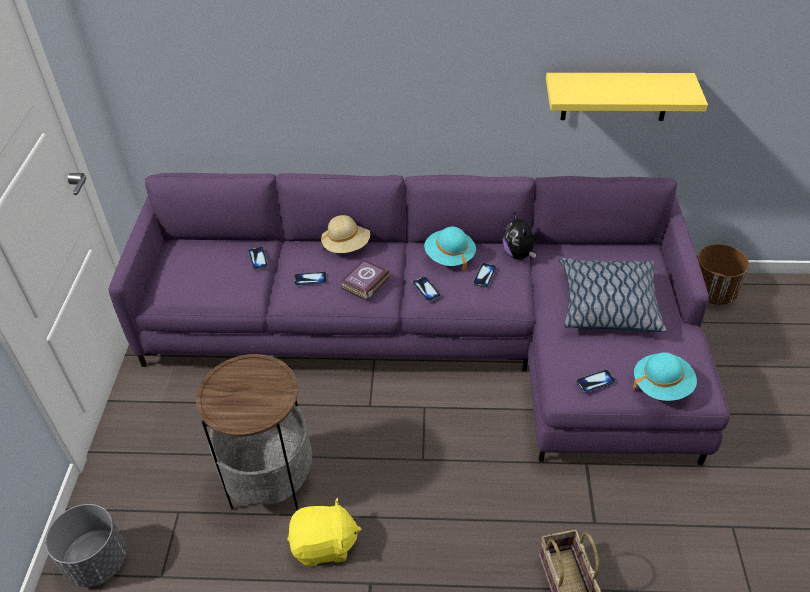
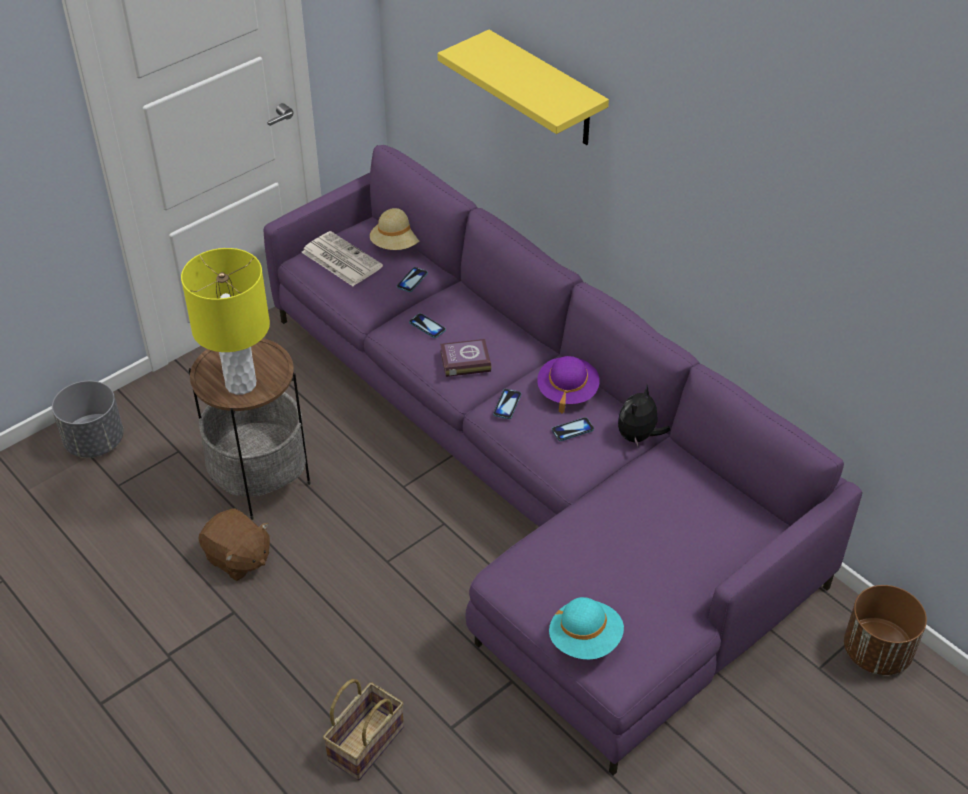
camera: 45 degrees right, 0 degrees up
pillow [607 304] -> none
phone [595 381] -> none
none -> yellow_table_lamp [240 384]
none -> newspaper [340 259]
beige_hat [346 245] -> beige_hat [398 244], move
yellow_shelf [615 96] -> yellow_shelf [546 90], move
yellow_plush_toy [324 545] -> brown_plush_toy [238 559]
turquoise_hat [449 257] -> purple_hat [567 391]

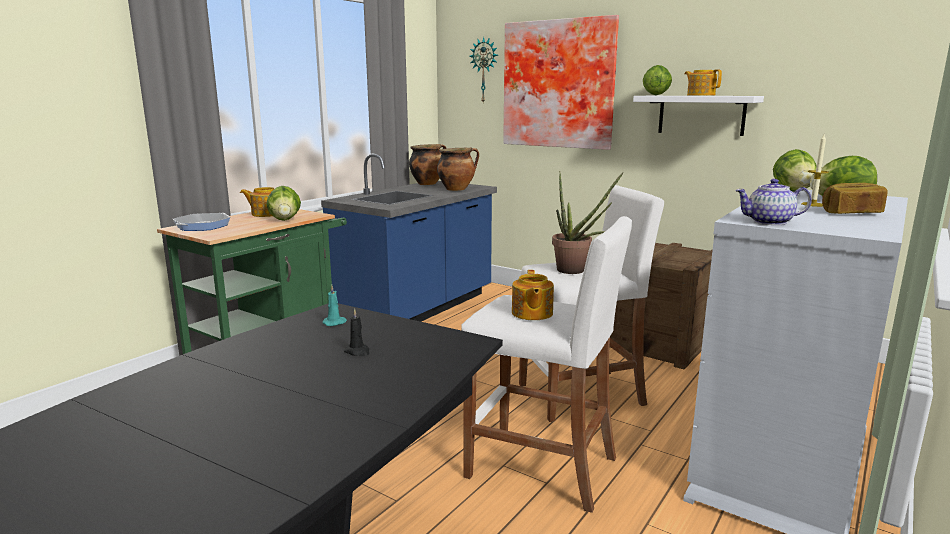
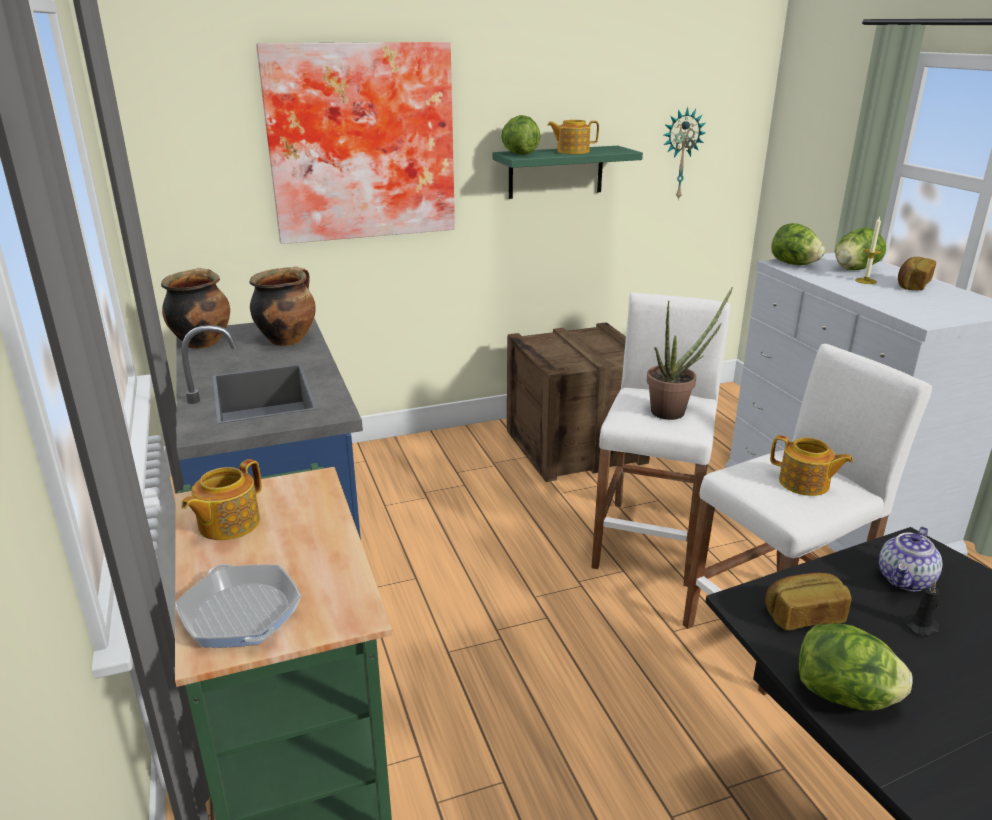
camera: 55 degrees left, 10 degrees up
lettuce [285 220] -> lettuce [844 697], move
wall_clock [484 70] -> wall_clock [680 154], move
teapot [769 222] -> teapot [906 580], move
turquoise_candle [335 322] -> bread [803 615]
white_shelf [701 115] -> green_shelf [556 172]

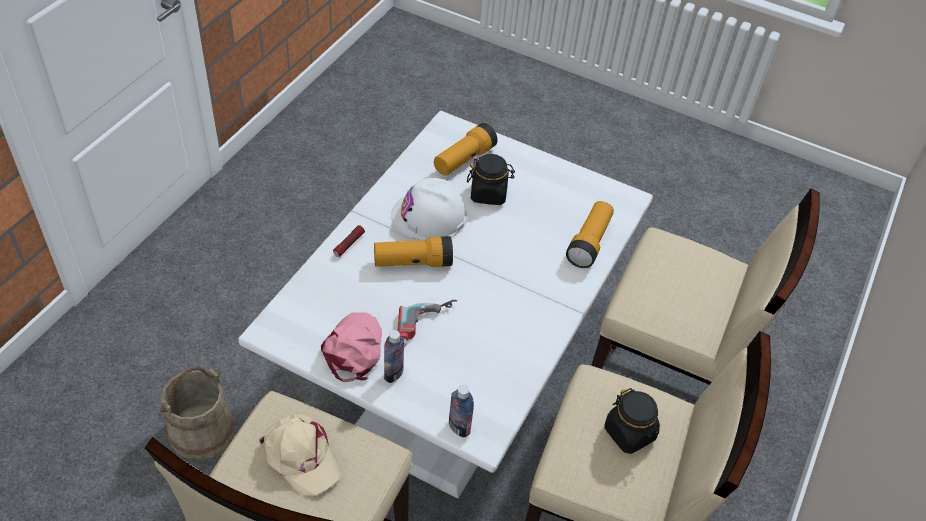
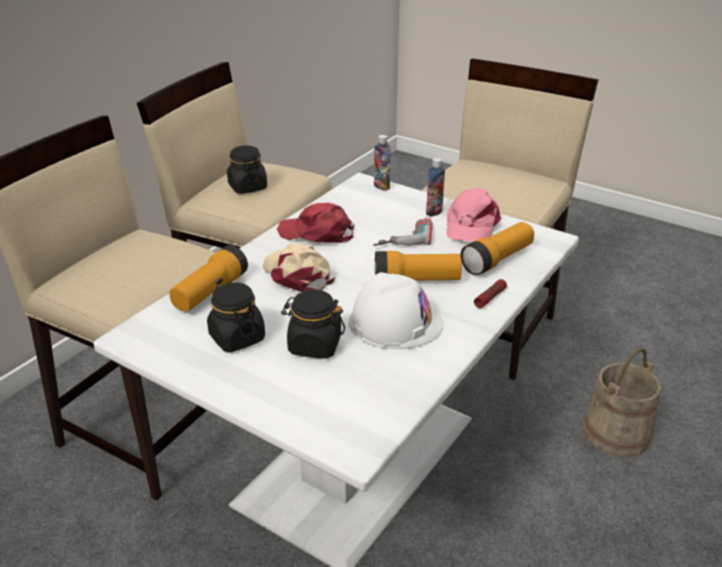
camera: 170 degrees left, 15 degrees down
none -> black_jar [237 337]
none -> red_cap [317 233]
beige_cap [300 456] -> beige_cap [297 274], move
flashlight [464 159] -> flashlight [497 260], move

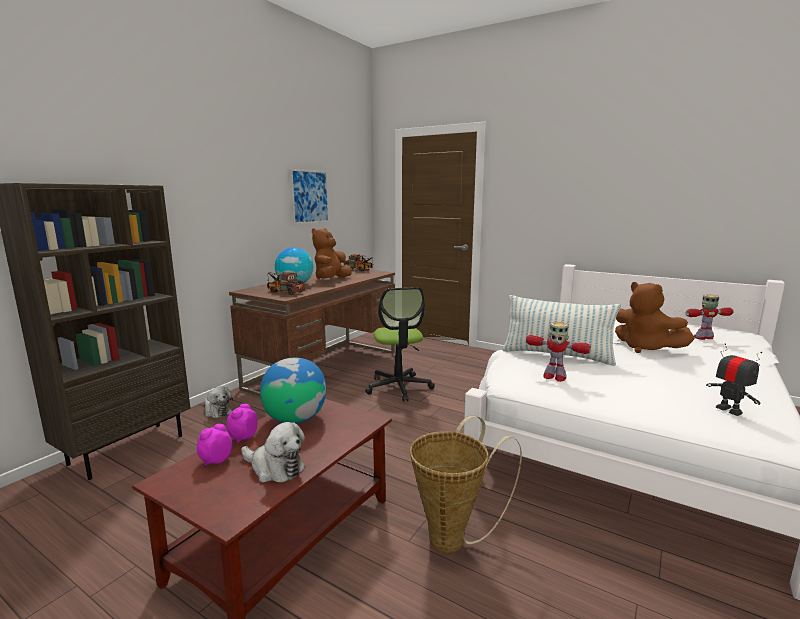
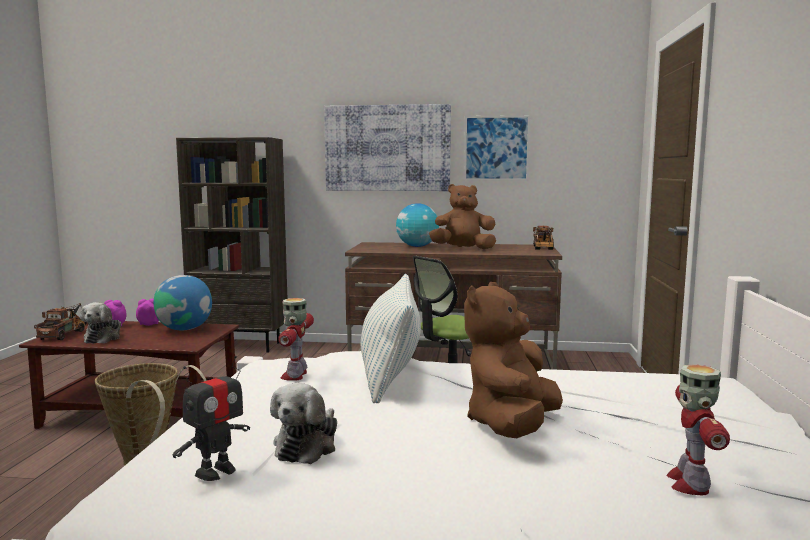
camera: 65 degrees right, 5 degrees down
none -> picture [388 148]
plush_toy [217 411] -> plush_toy [307 445], move
toy_truck [284 292] -> toy_truck [65 334], move
toy_robot [703 338] -> toy_robot [689 483], 135 degrees counterclockwise

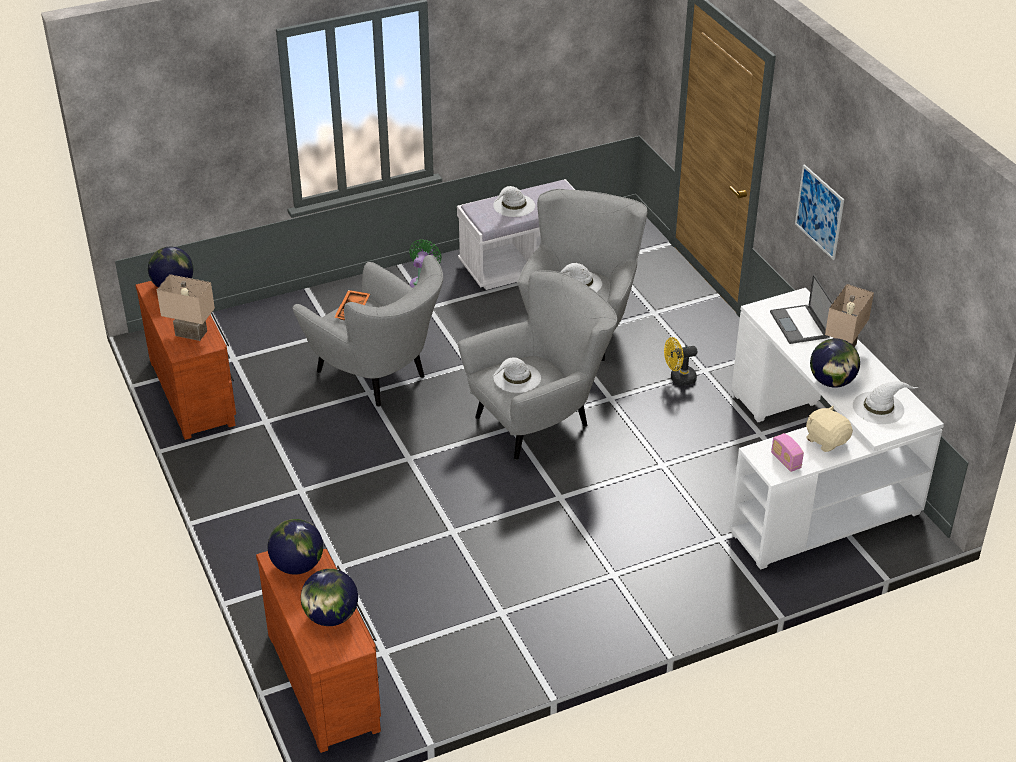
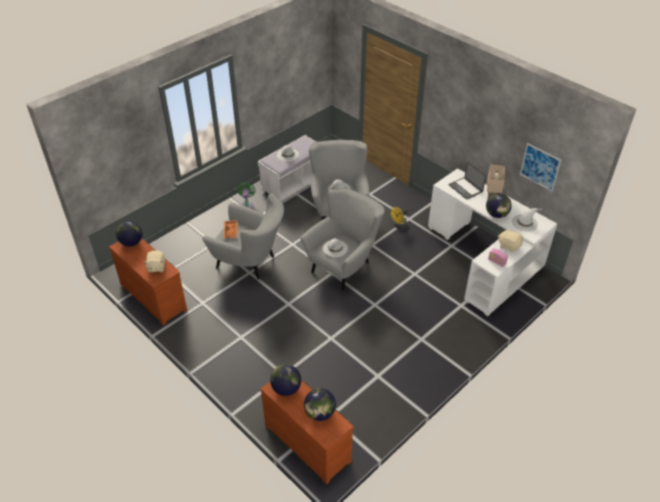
camera: 20 degrees left, 5 degrees up
picture [819 211] -> picture [540 167], move
beige_table_lamp [192 332] -> beige_plush_toy [156 267]

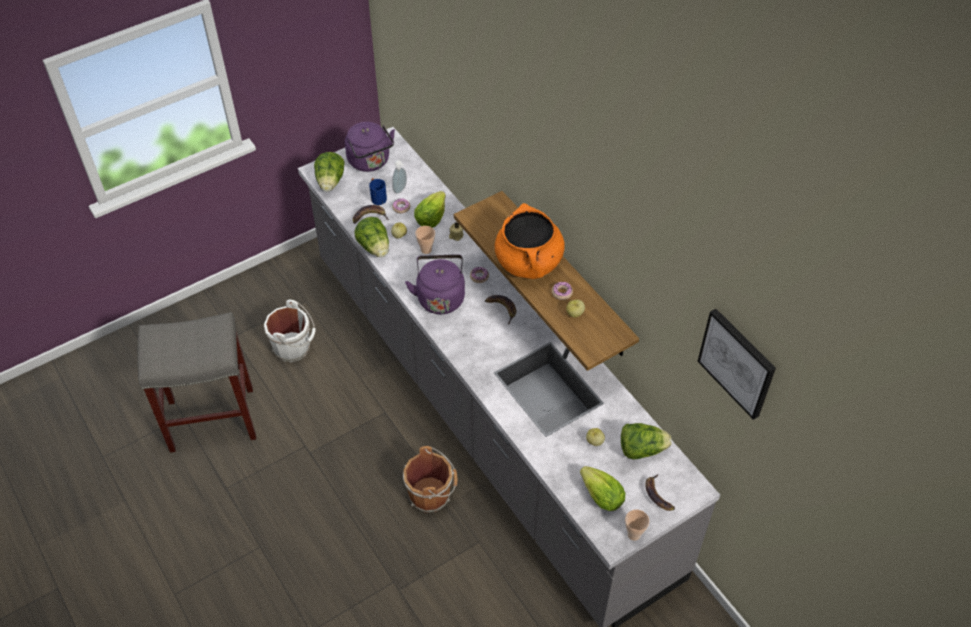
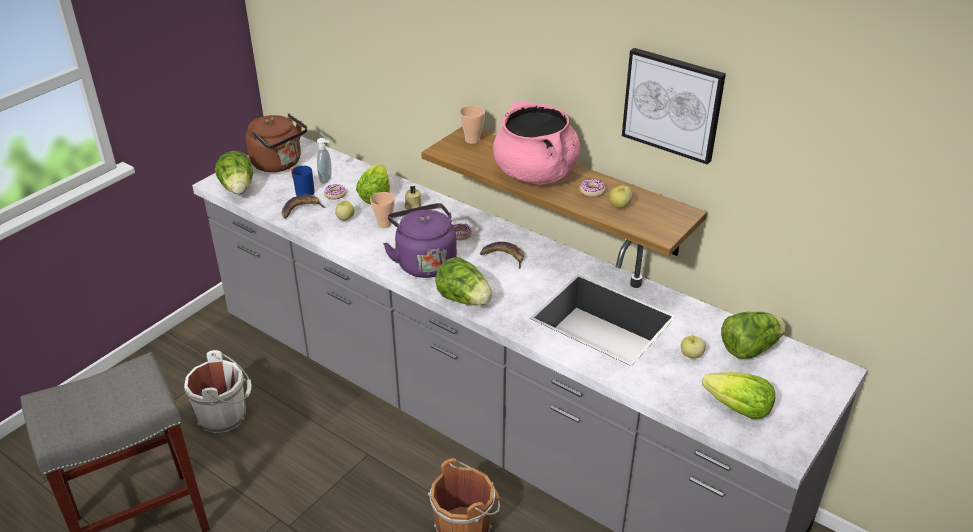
camera: 20 degrees left, 15 degrees down
banana [657 495] -> none
lettuce [375 247] -> lettuce [464 299], move
cup [634 534] -> cup [472 140], move
picture [737 362] -> picture [673 104], move
purple_kettle [370 162] -> brown_kettle [279 164]
orange_cooking_pot [529 262] -> pink_cooking_pot [536 174]

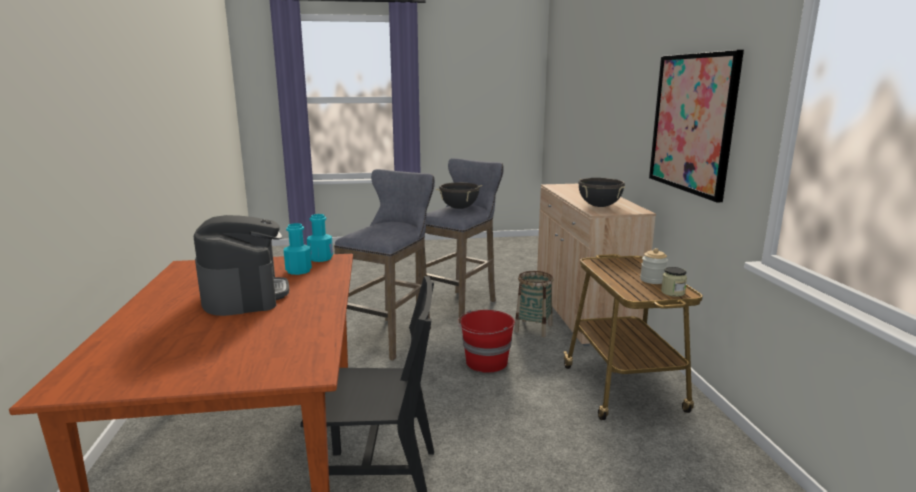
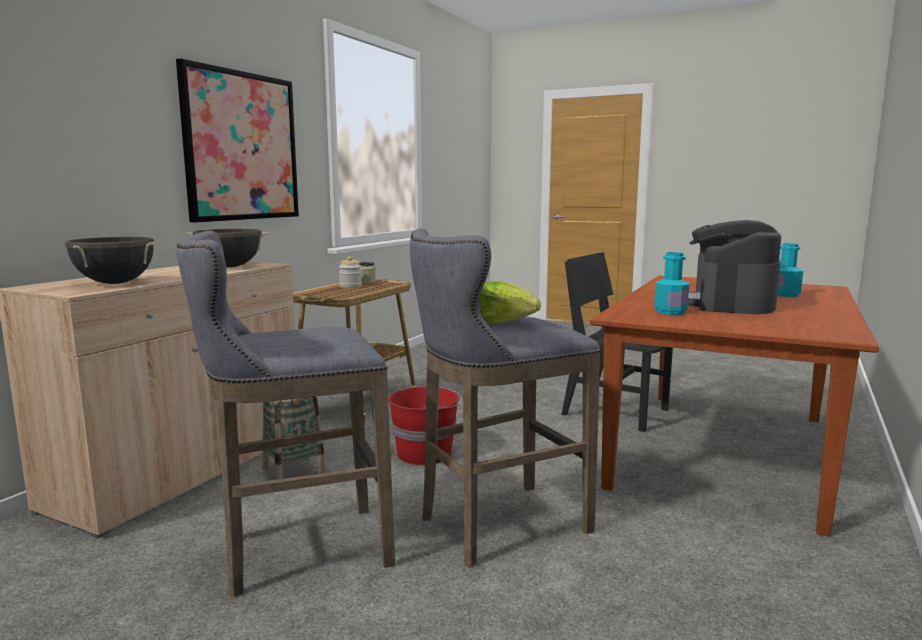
camera: 145 degrees left, 5 degrees down
none -> lettuce [503 321]
turquoise_bottle [321 258] -> turquoise_bottle [785 295], move
black_cooking_pot [459 208] -> black_cooking_pot [115 283], move

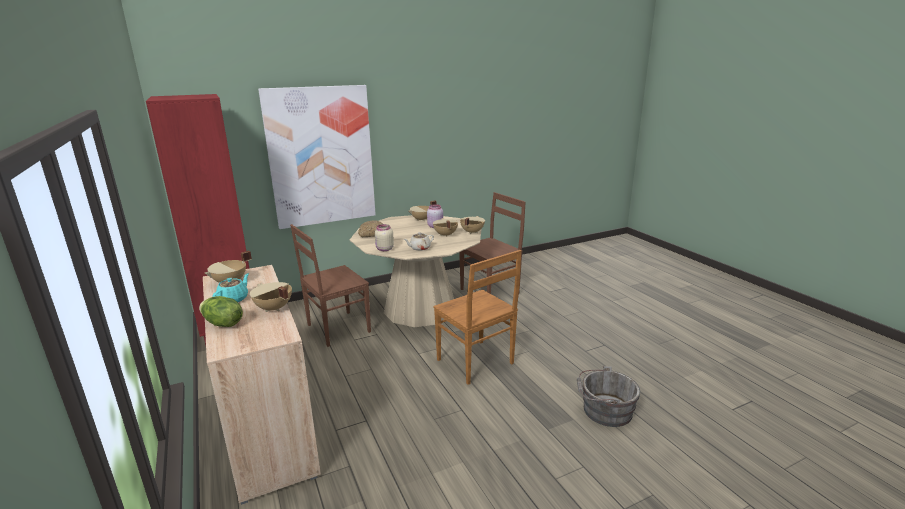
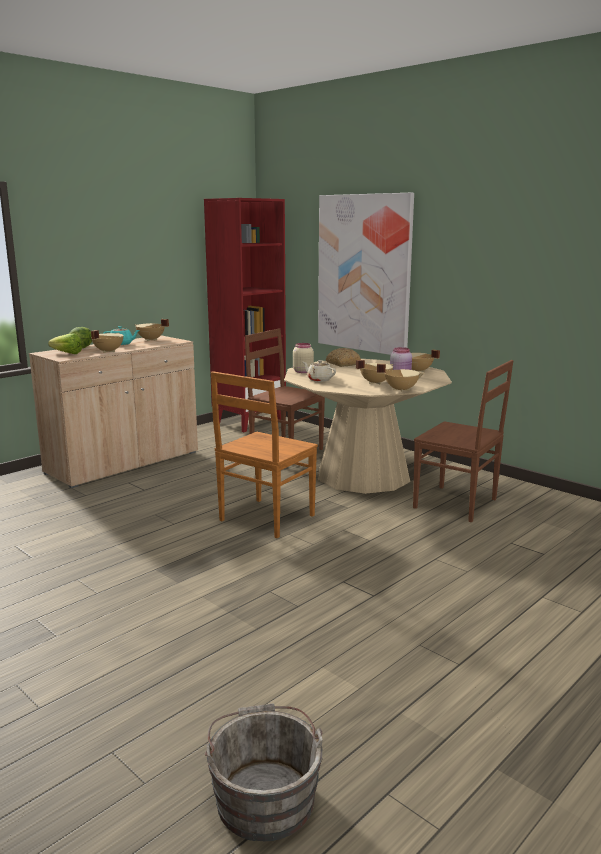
camera: 70 degrees right, 5 degrees down
none -> lettuce [65 353]
grey_bucket [604 410] -> grey_bucket [264 795], move

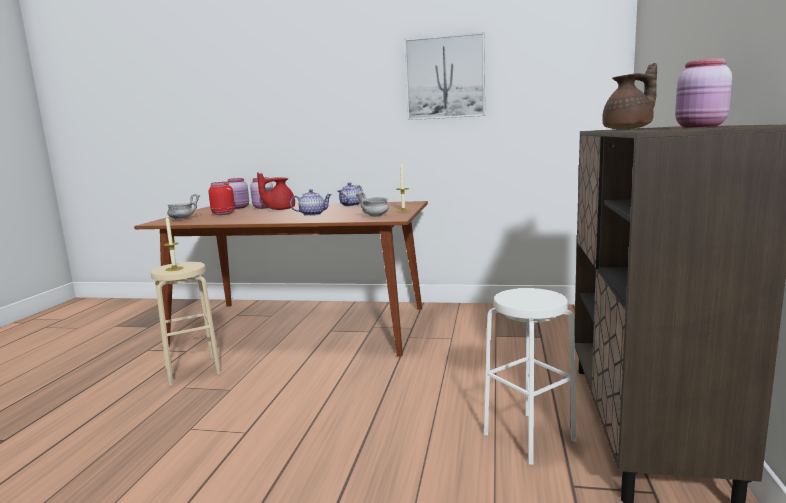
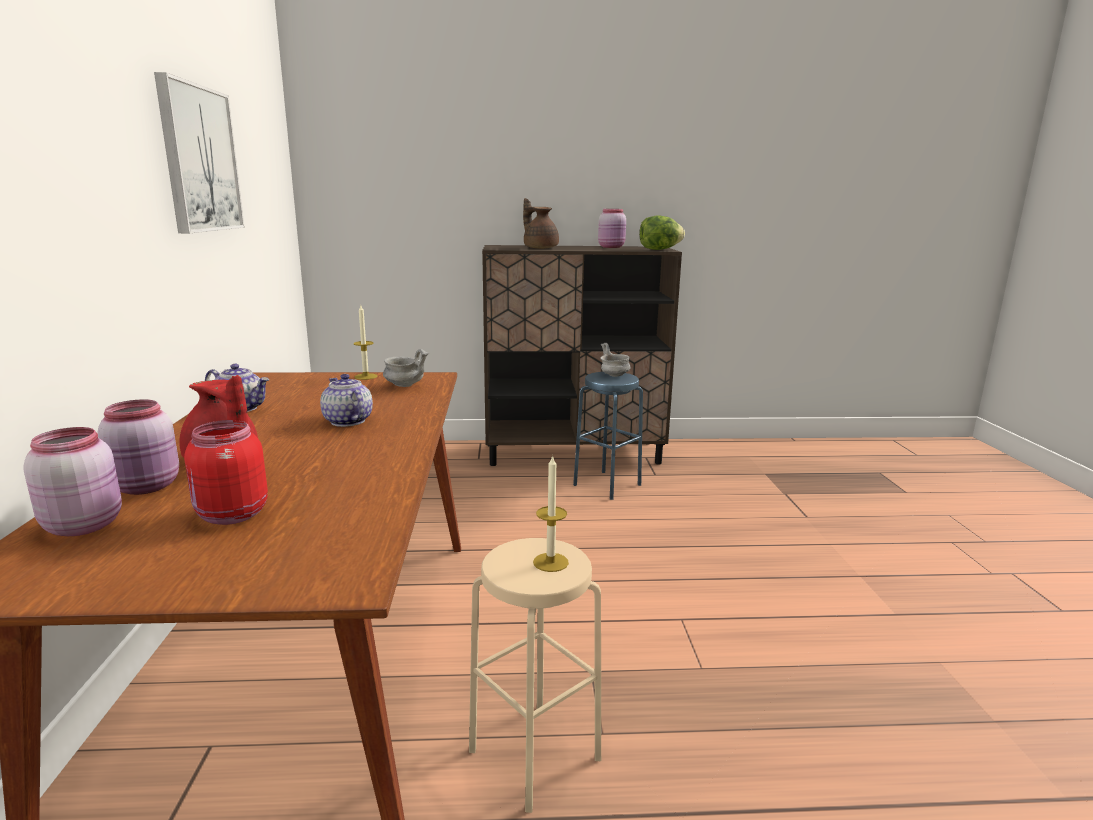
camera: 105 degrees left, 5 degrees up
none -> lettuce [659 249]
grey_bowl [182 219] -> grey_bowl [613 375], move
white_stool [529 437] -> blue_stool [607 485]

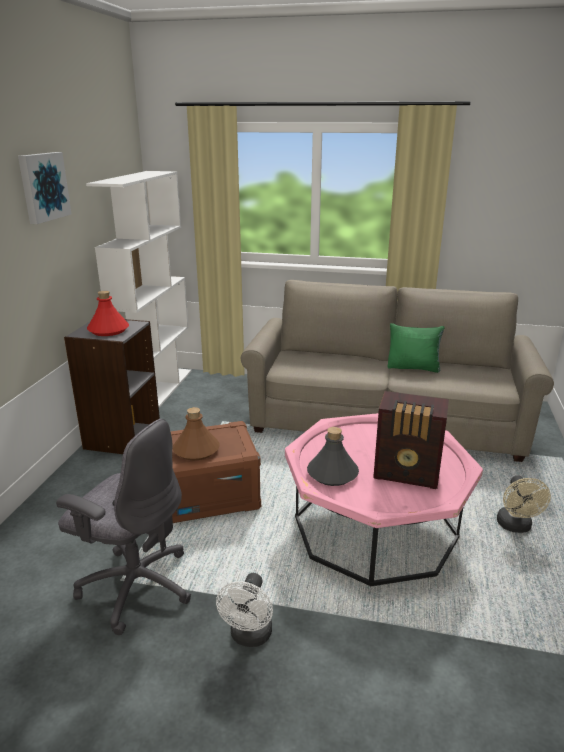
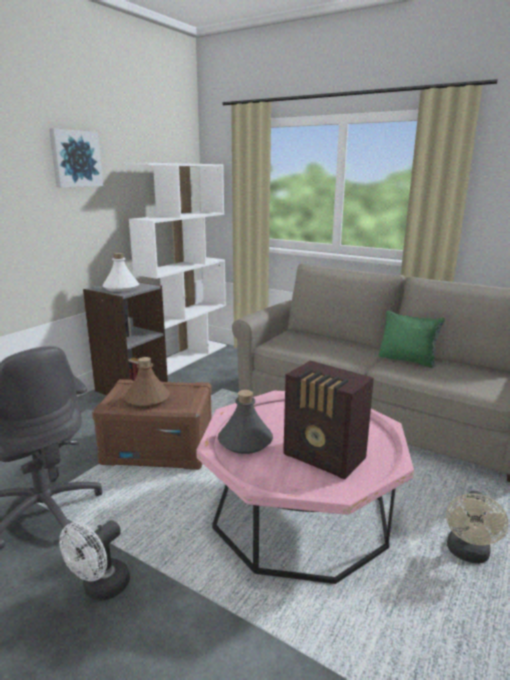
camera: 20 degrees right, 5 degrees down
red_bottle [108 330] -> white_bottle [121 288]

